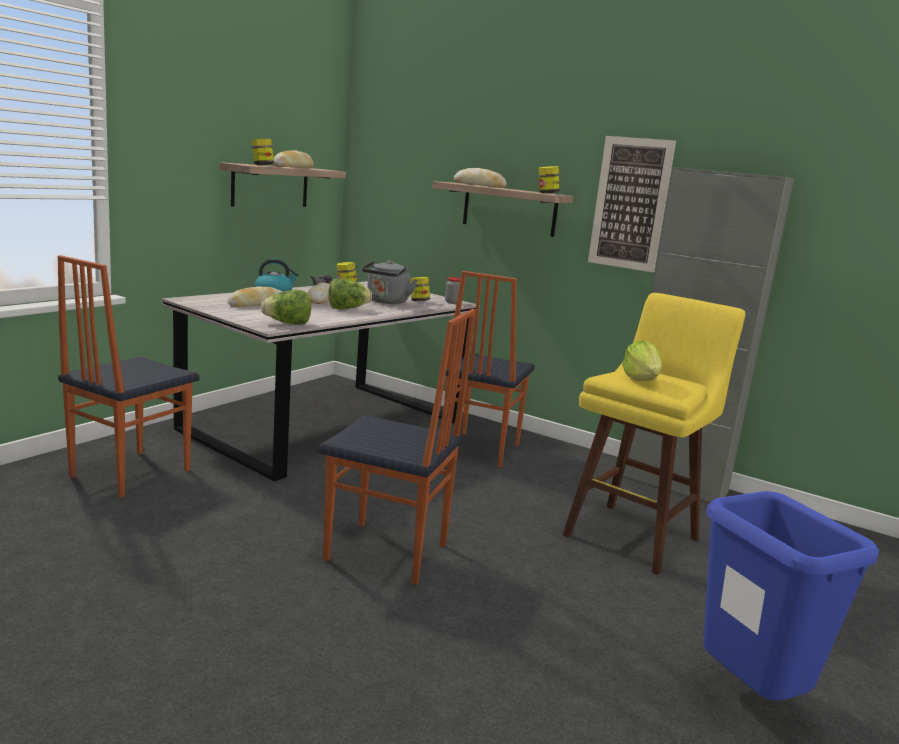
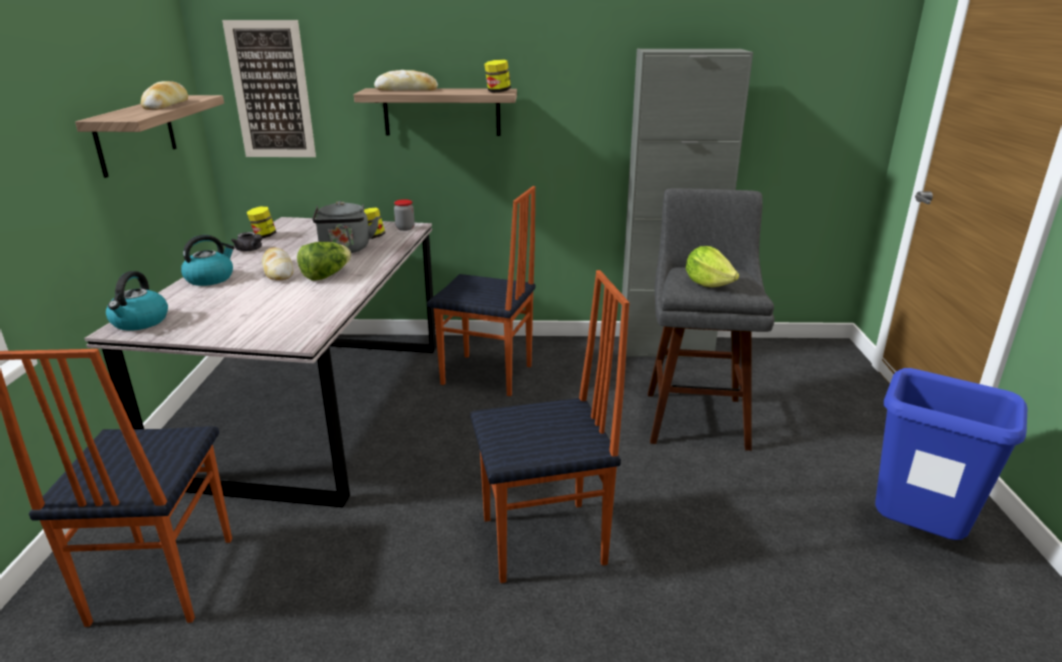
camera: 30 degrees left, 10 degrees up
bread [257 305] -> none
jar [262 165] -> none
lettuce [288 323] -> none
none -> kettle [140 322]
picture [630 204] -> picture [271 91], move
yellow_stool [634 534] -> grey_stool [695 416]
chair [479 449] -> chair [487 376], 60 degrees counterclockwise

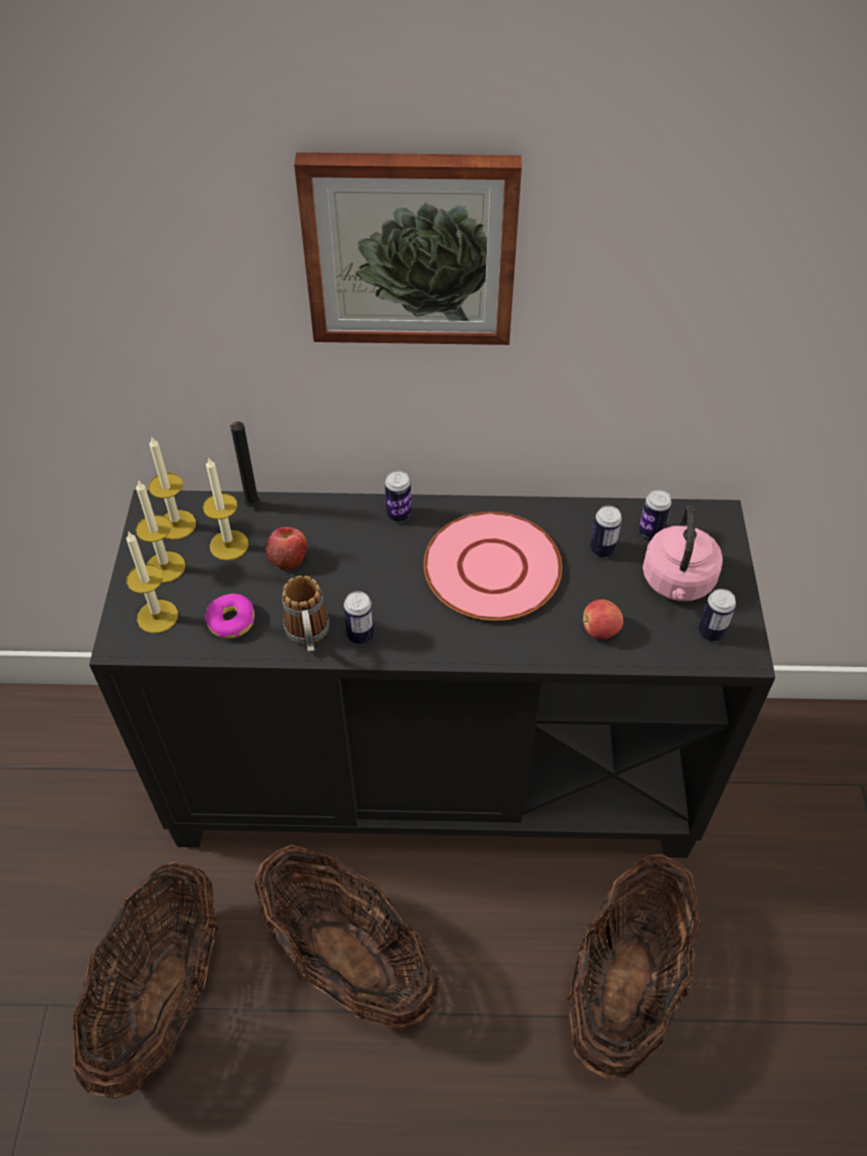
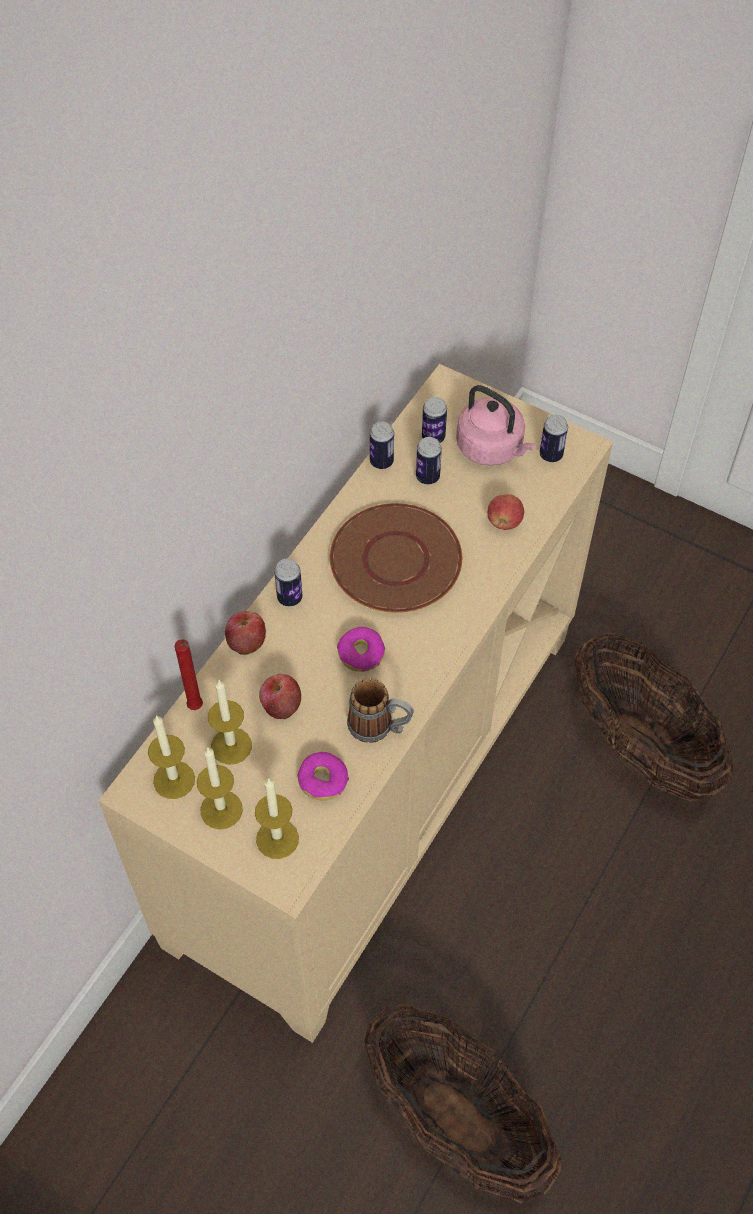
camera: 60 degrees left, 5 degrees up
basket [348 959] -> none
picture [410 249] -> none
none -> apple [246 641]
none -> donut [361 654]
can [360 635] -> can [381 462], move
black_cabinet [434 772] -> beige_cabinet [374 782]
black_candle [251 507] -> red_candle [197 708]
pink_plate [491 567] -> brown_plate [394 560]

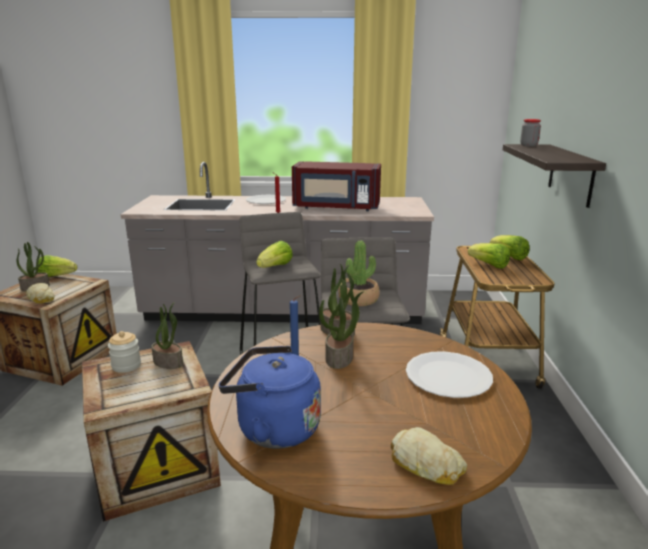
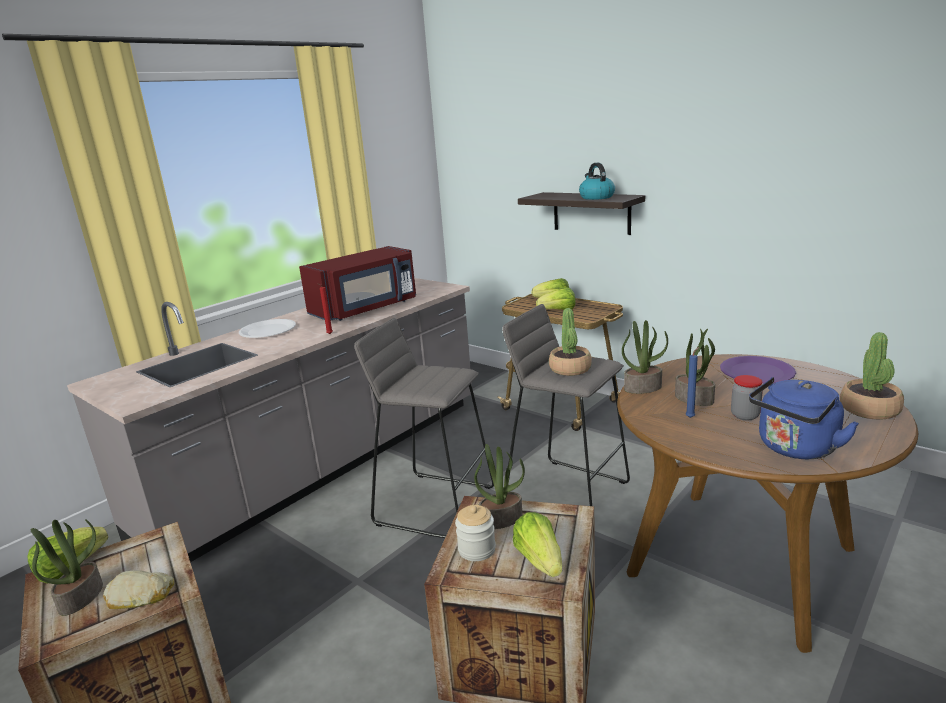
camera: 50 degrees left, 0 degrees up
none -> kettle [596 197]
lettuce [275 267] -> lettuce [539 560], move
jar [528 145] -> jar [745 415], move
bread [426 464] -> potted_plant [869 409]
white_plate [448 376] -> purple_plate [756 372]

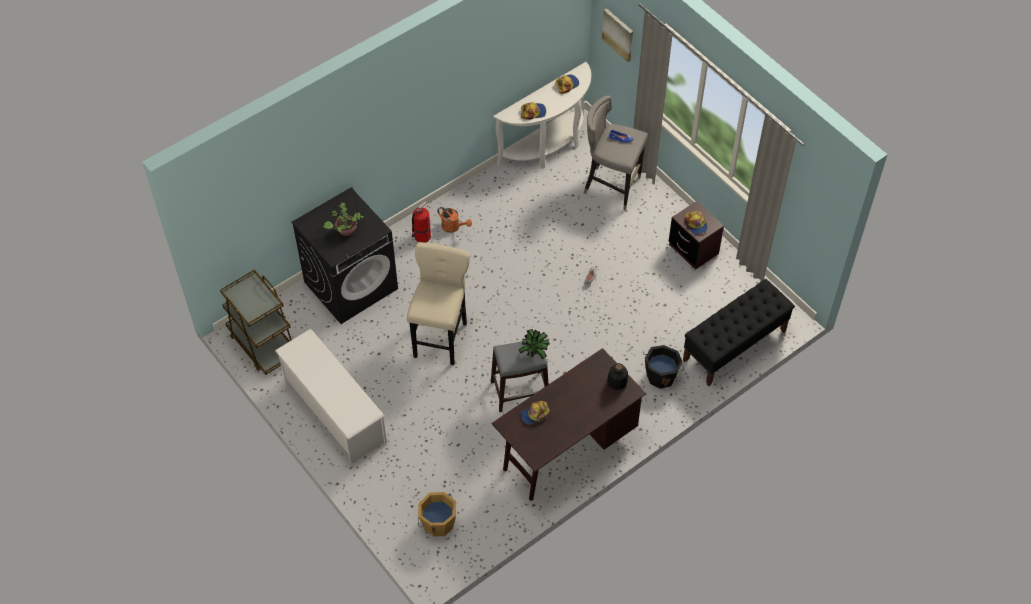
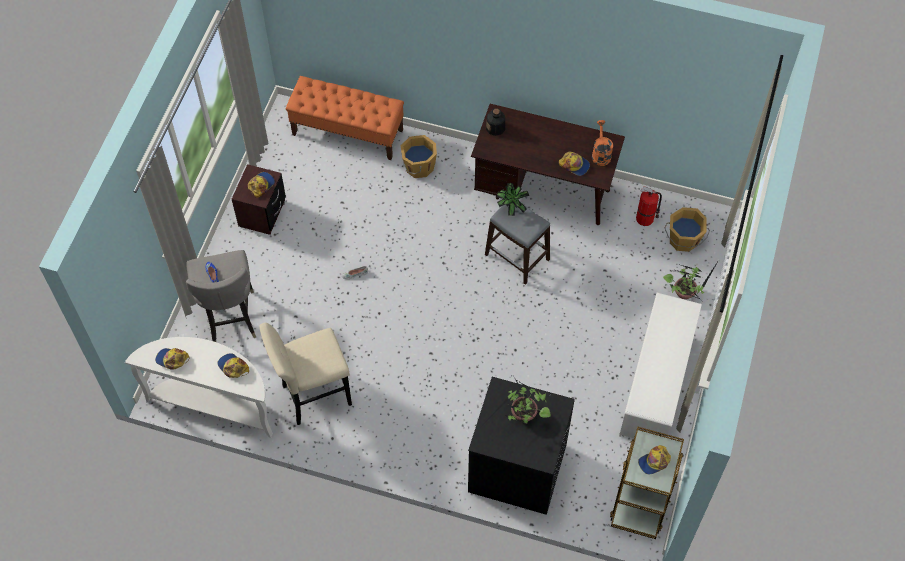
camera: 125 degrees left, 5 degrees up
picture [618 34] -> none
none -> cap [654 461]
none -> potted_plant [685 292]
beige_stool [441 337] -> beige_stool [313 396], move
fire_extinguisher [422 237] -> fire_extinguisher [645 218], move
orange_watering_can [453 227] -> orange_watering_can [600 153], move
black_bucket [661 375] -> orange_bucket [418 166]
black_bench [734 346] -> orange_bench [348 132]

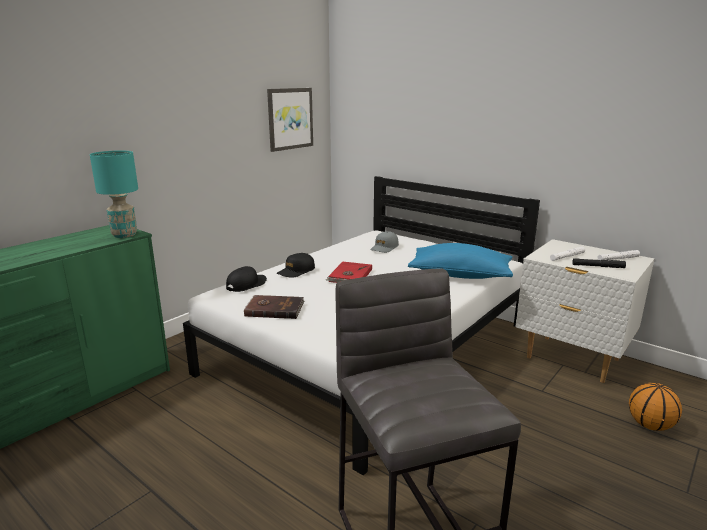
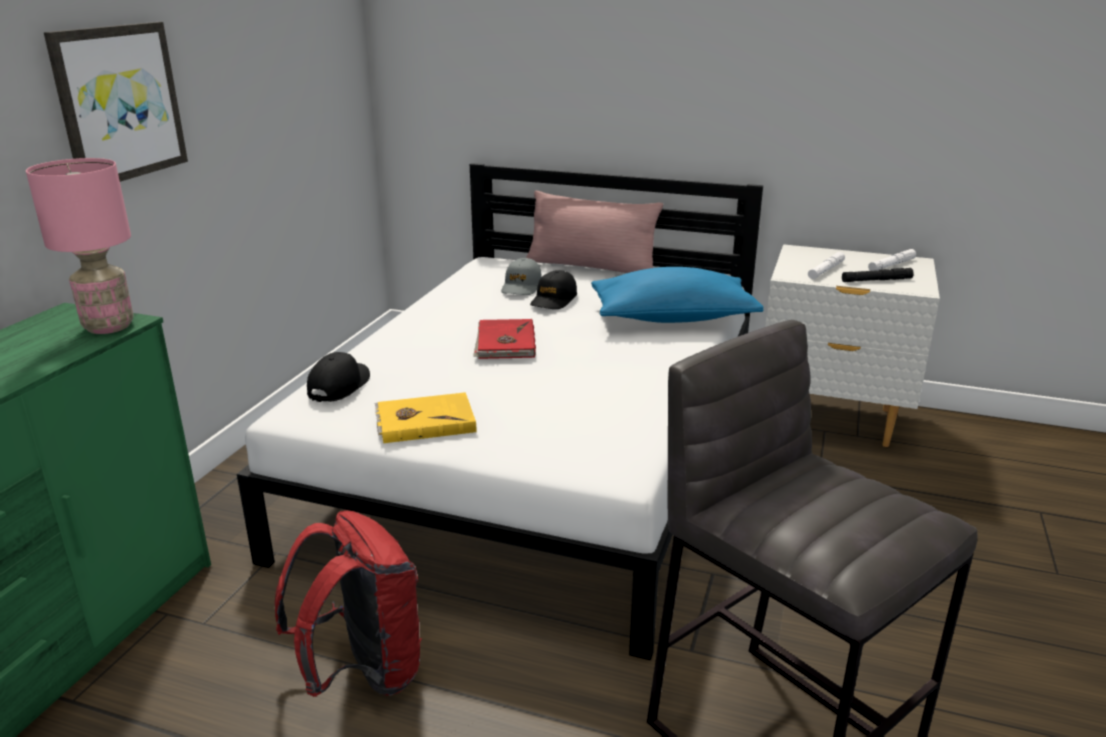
camera: 20 degrees left, 5 degrees up
basketball [650 425] -> none
none -> red_backpack [363 672]
none -> pink_pillow [591 267]
picture [290 118] -> picture [119 103], move
black_cap [296 271] -> black_cap [553 300], move
turquoise_table_lamp [124 235] -> pink_table_lamp [109 327]
brown_book [274 309] -> yellow_book [425 421]

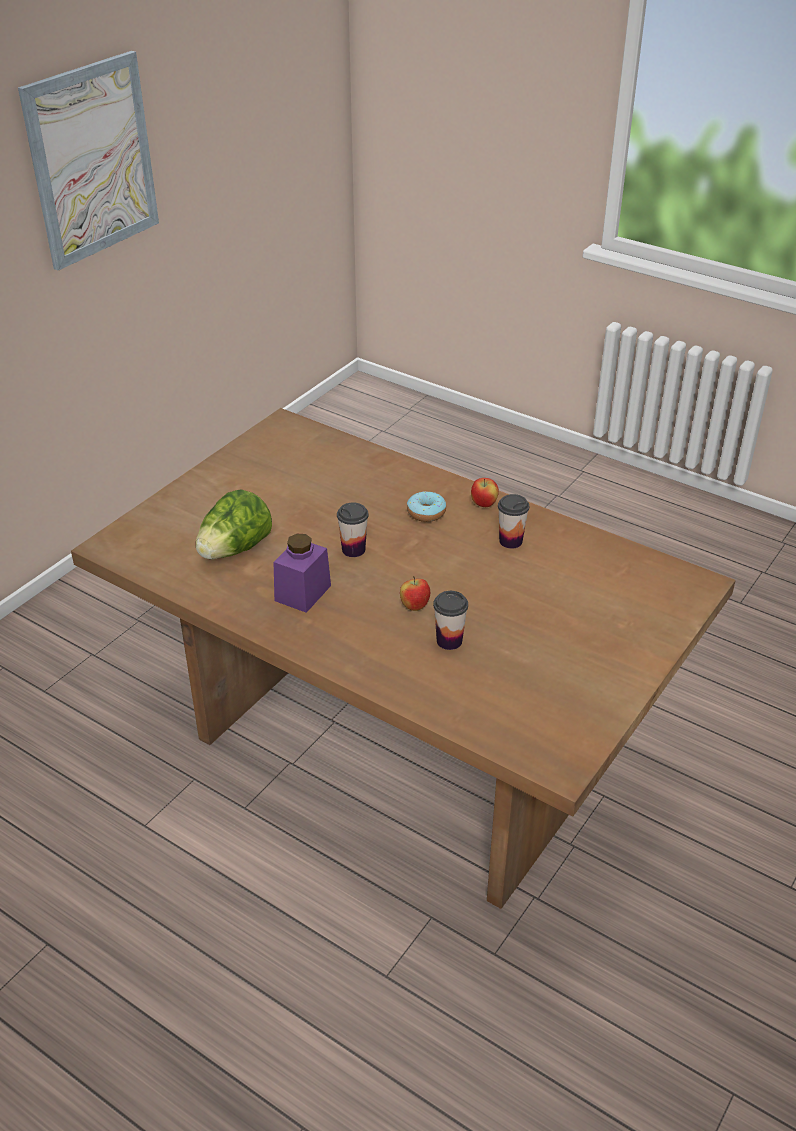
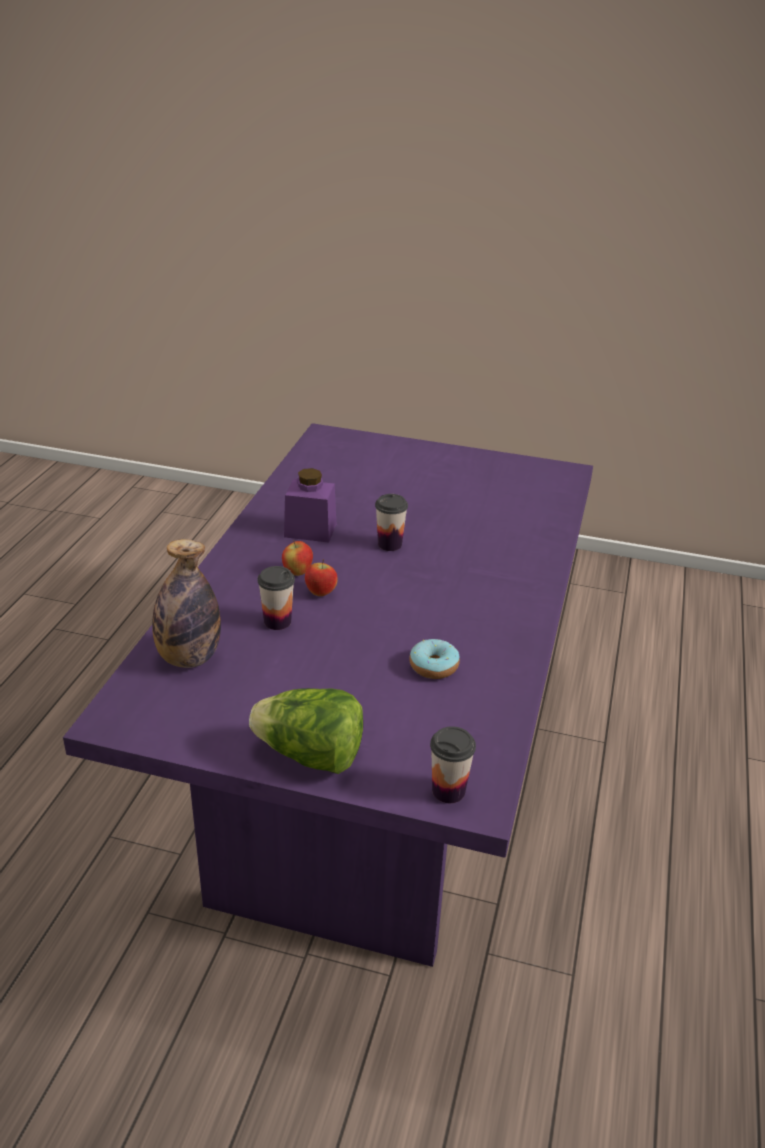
camera: 70 degrees right, 5 degrees down
picture [92 160] -> none
none -> bottle [189 658]
lettuce [235 550] -> lettuce [310 756], move
donut [426 513] -> donut [433 666], move
apple [484 504] -> apple [297 572], move
cup [510 541] -> cup [448 791], move
brown_dining_table [400 753] -> purple_dining_table [376 785]

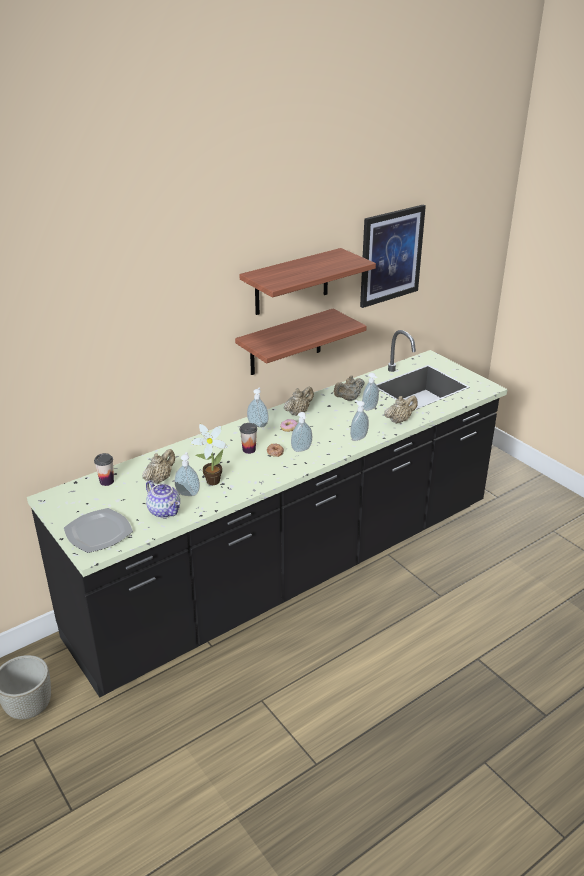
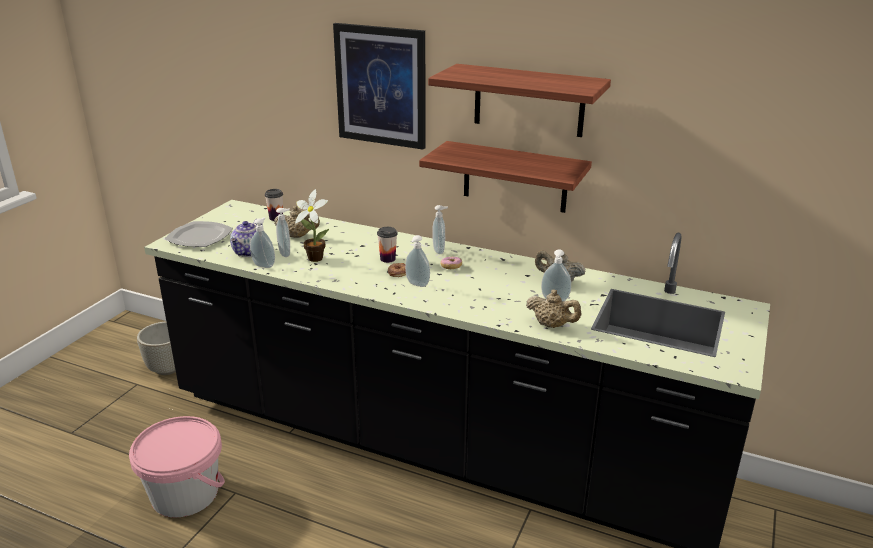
camera: 60 degrees right, 5 degrees down
beige_teapot [298 412] -> none
none -> pink_bucket [185 494]
soap_dispenser [358 437] -> soap_dispenser [264 265], move
picture [391 255] -> picture [381 86], move

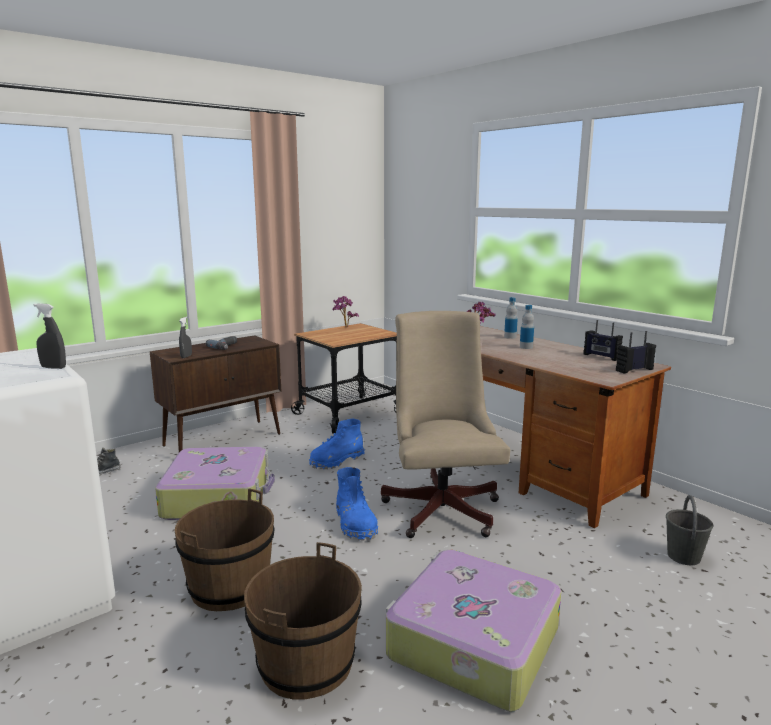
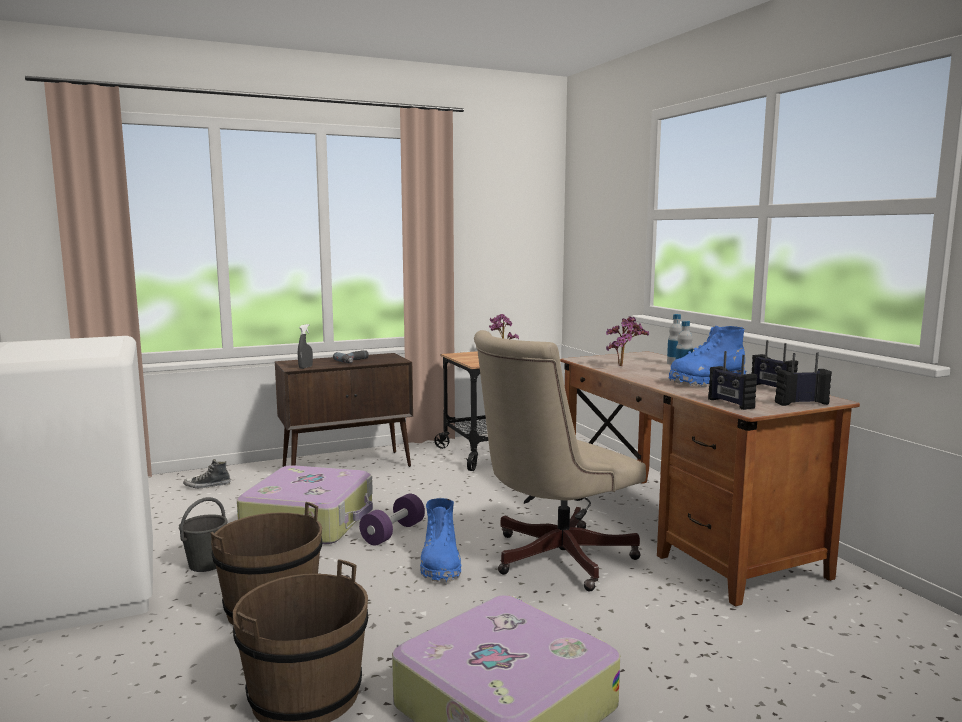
camera: 15 degrees right, 5 degrees down
grey_spray_bottle [53 367] -> none
none -> purple_dumbbell [393 533]
none -> radio [730 403]
blue_boot [336 461] -> blue_boot [706 381], move
grey_bucket [683 556] -> grey_bucket [206 564], move
beige_office_chair [442 506] -> beige_office_chair [552 558], 135 degrees counterclockwise

